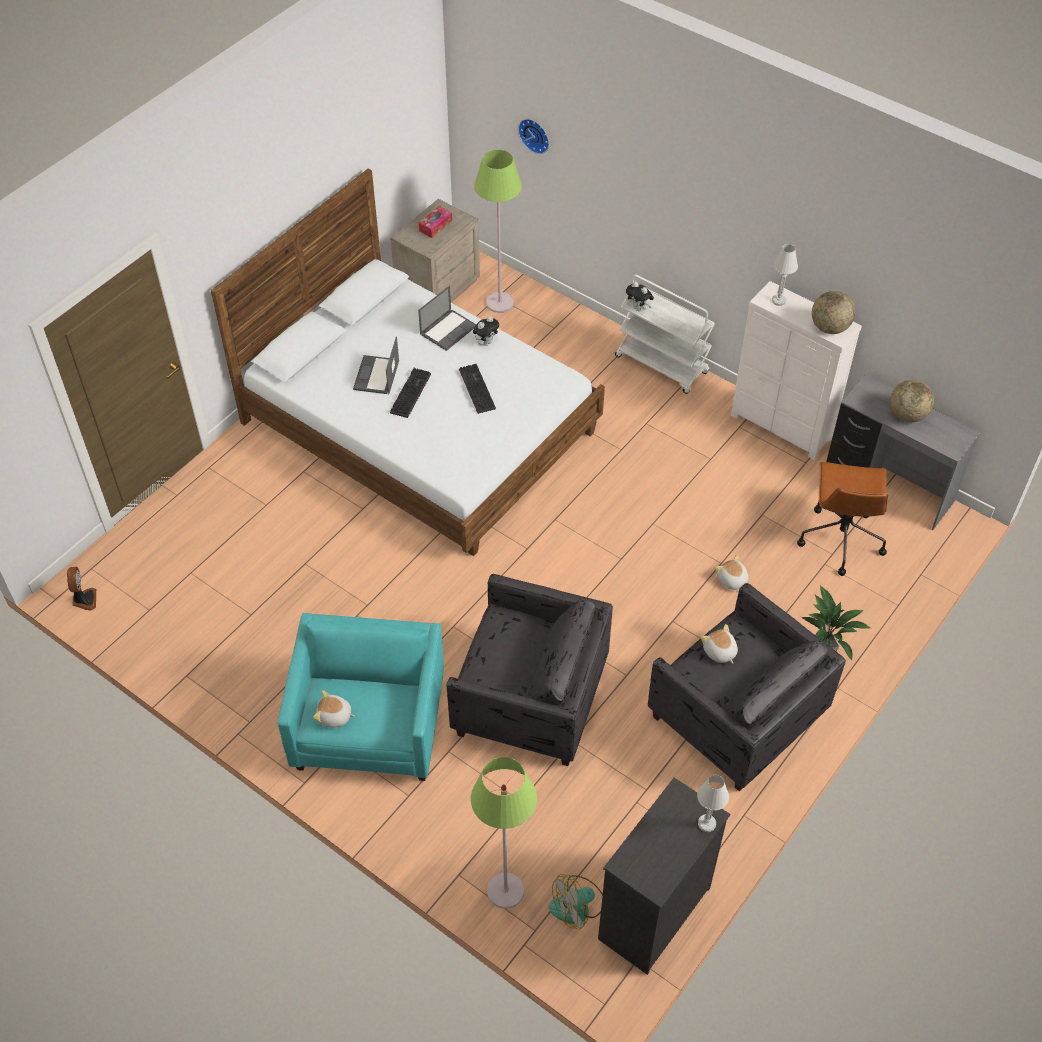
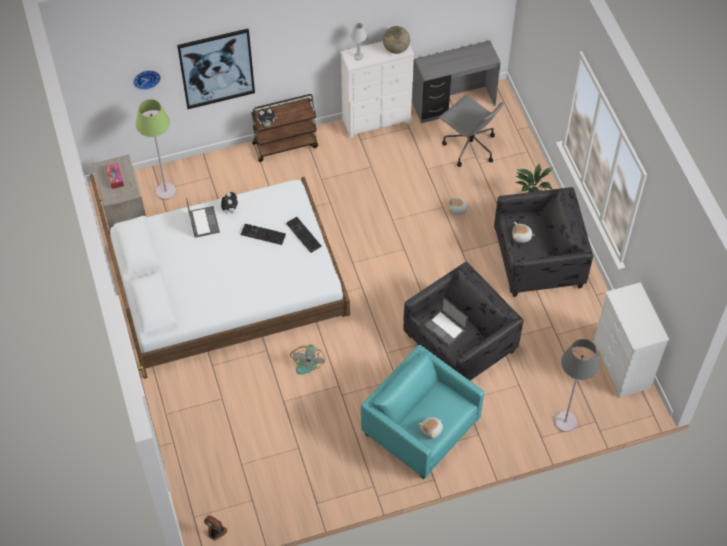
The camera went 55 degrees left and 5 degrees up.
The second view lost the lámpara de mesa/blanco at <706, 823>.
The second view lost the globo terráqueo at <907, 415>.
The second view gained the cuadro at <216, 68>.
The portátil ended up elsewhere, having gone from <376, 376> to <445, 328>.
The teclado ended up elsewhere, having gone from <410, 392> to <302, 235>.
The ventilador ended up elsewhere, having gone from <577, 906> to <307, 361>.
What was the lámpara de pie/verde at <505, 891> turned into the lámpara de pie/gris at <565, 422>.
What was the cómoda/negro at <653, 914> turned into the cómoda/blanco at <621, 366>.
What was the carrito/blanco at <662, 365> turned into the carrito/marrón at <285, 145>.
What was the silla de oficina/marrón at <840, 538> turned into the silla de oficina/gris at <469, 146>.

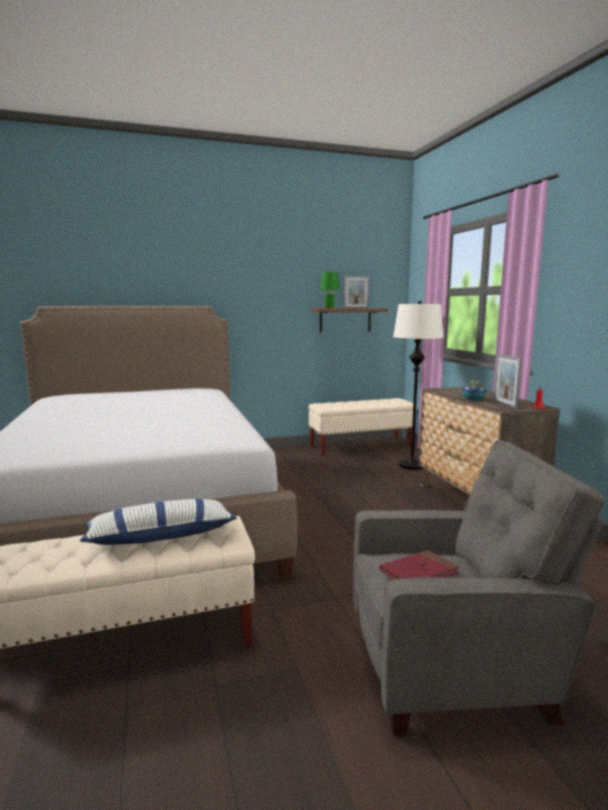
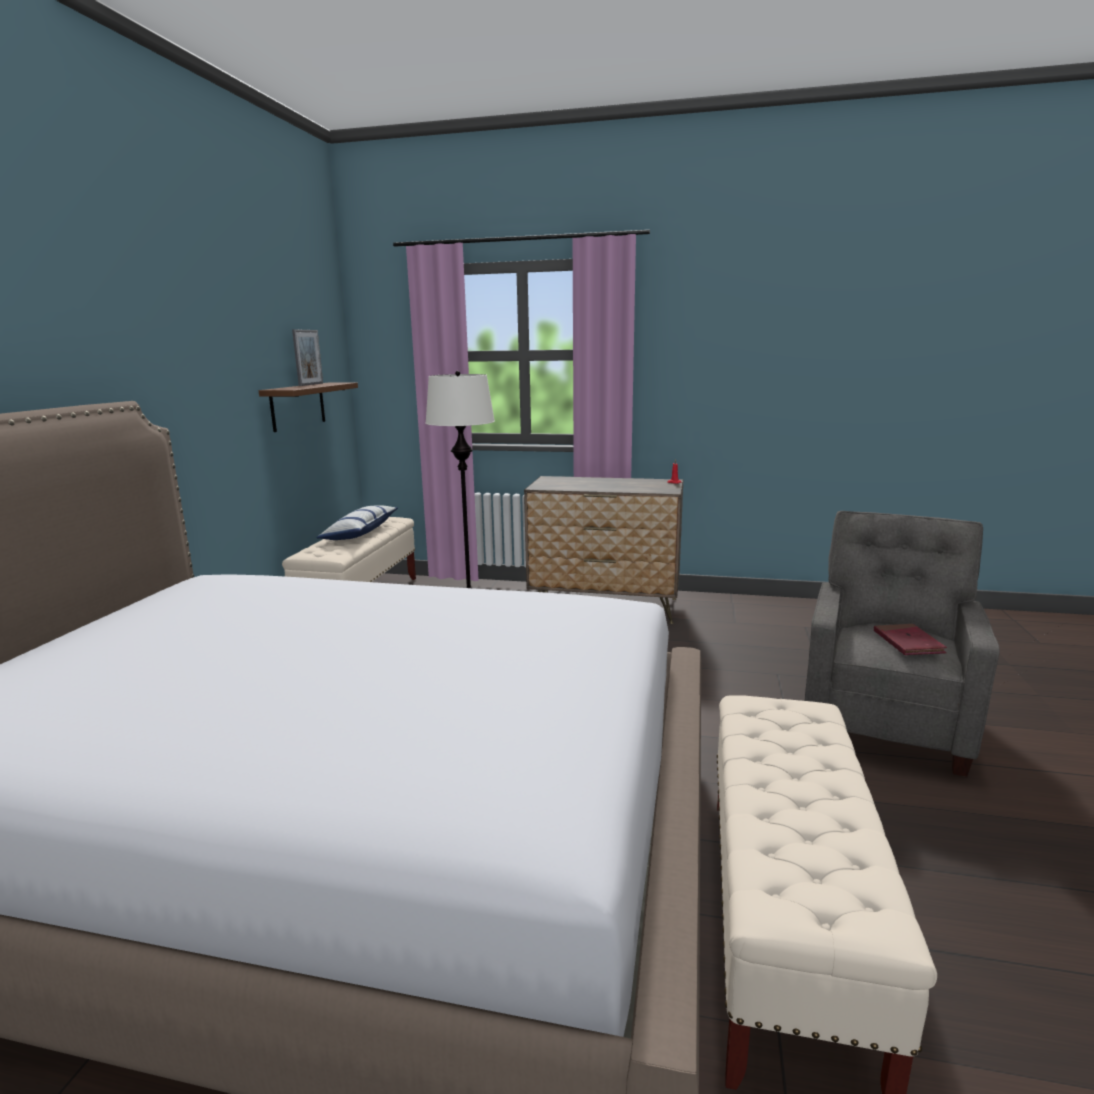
The camera went 60 degrees left and 5 degrees up.
The second view lost the lámpara de mesa/verde at <329, 308>.
The second view lost the florero at <473, 399>.
The second view lost the portarretratos at <505, 404>.
The cojín ended up elsewhere, having gone from <161, 536> to <360, 533>.

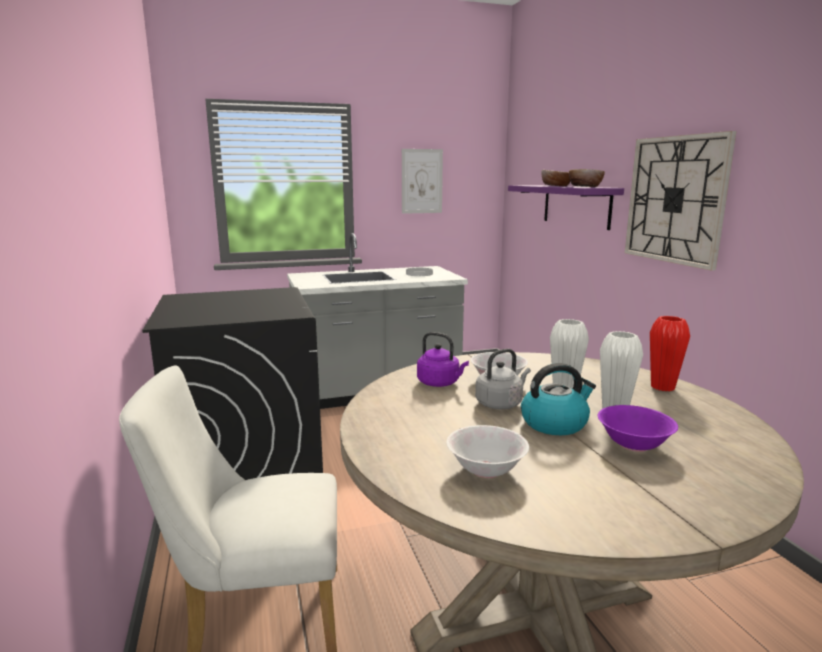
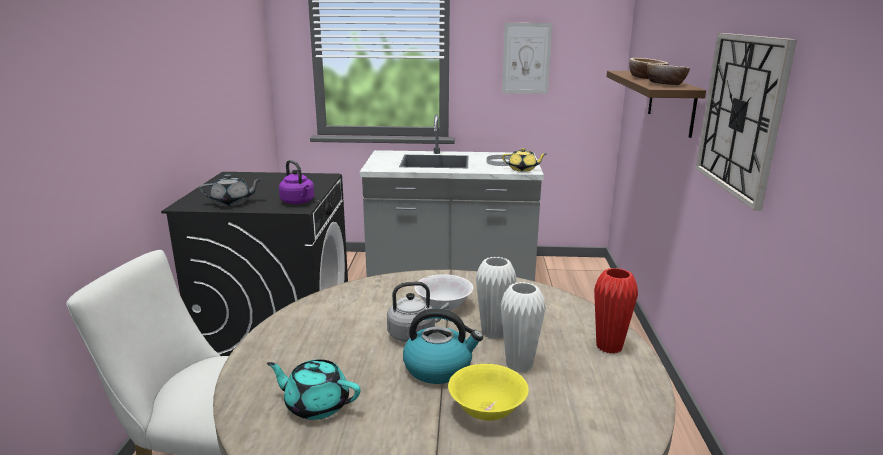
The camera went 20 degrees right and 5 degrees up.
The second view gained the tetera/gris at <232, 202>.
The second view gained the tetera/amarillo at <523, 169>.
The hervidor/morado ended up elsewhere, having gone from <440, 383> to <298, 202>.
Where the cuenco/blanco stood at <486, 470>, the tetera/turquesa came to stand at <316, 405>.
What was the estante/morado at <576, 205> turned into the estante/marrón at <671, 102>.
What was the cuenco/morado at <633, 445> turned into the cuenco/amarillo at <486, 410>.

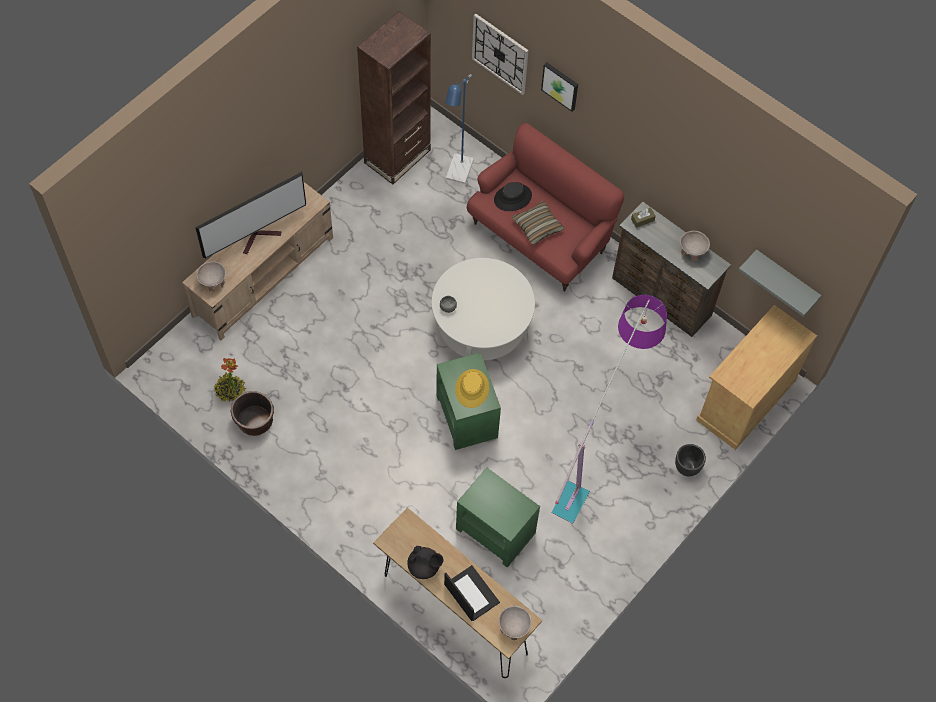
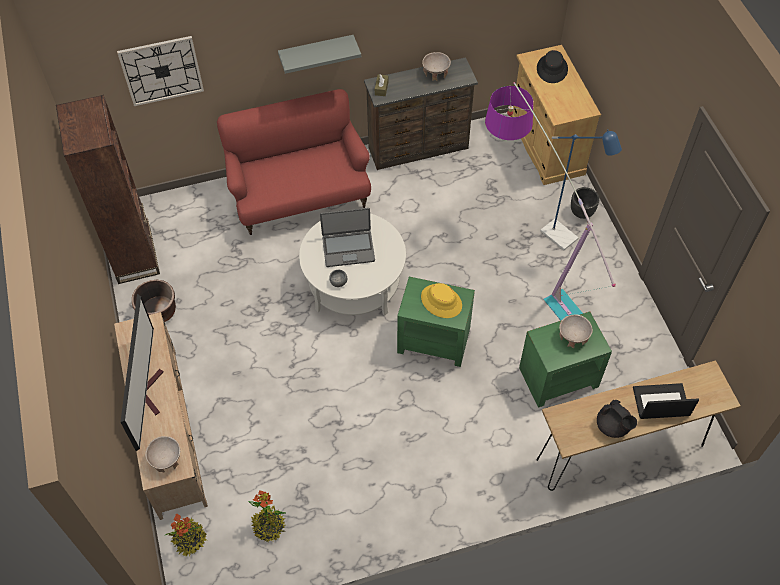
The camera went 55 degrees left and 5 degrees down.
The second view lost the cojín at <537, 226>.
The second view lost the cuadro at <560, 85>.
The second view gained the planta en maceta at <190, 539>.
The second view gained the portátil at <348, 248>.
The maceta/marrón ended up elsewhere, having gone from <255, 421> to <158, 311>.
The lámpara de pie/azul ended up elsewhere, having gone from <458, 174> to <564, 239>.
The sombrero/negro ended up elsewhere, having gone from <513, 198> to <552, 69>.
The cuenco/beis ended up elsewhere, having gone from <514, 627> to <573, 337>.
The estante/gris ended up elsewhere, having gone from <785, 279> to <316, 52>.
The tetera/negro at <424, 567> ended up facing another way, 90 degrees clockwise from before.

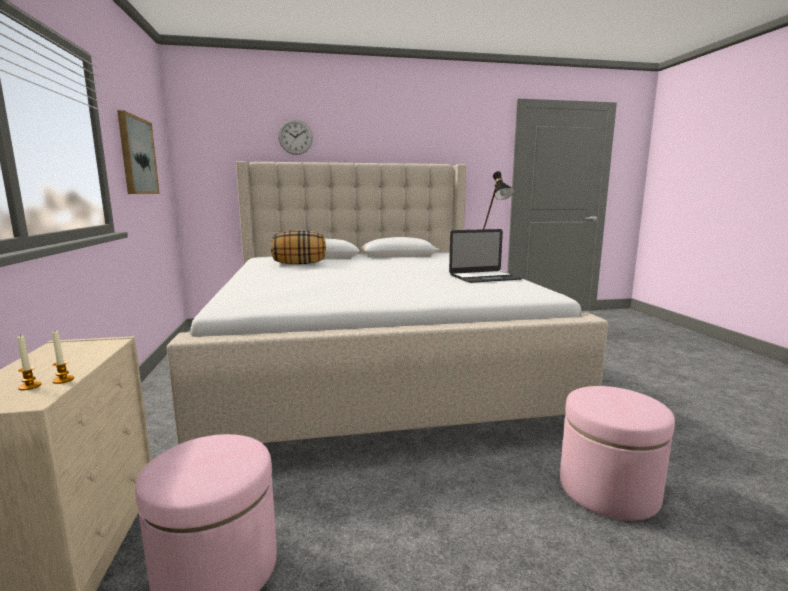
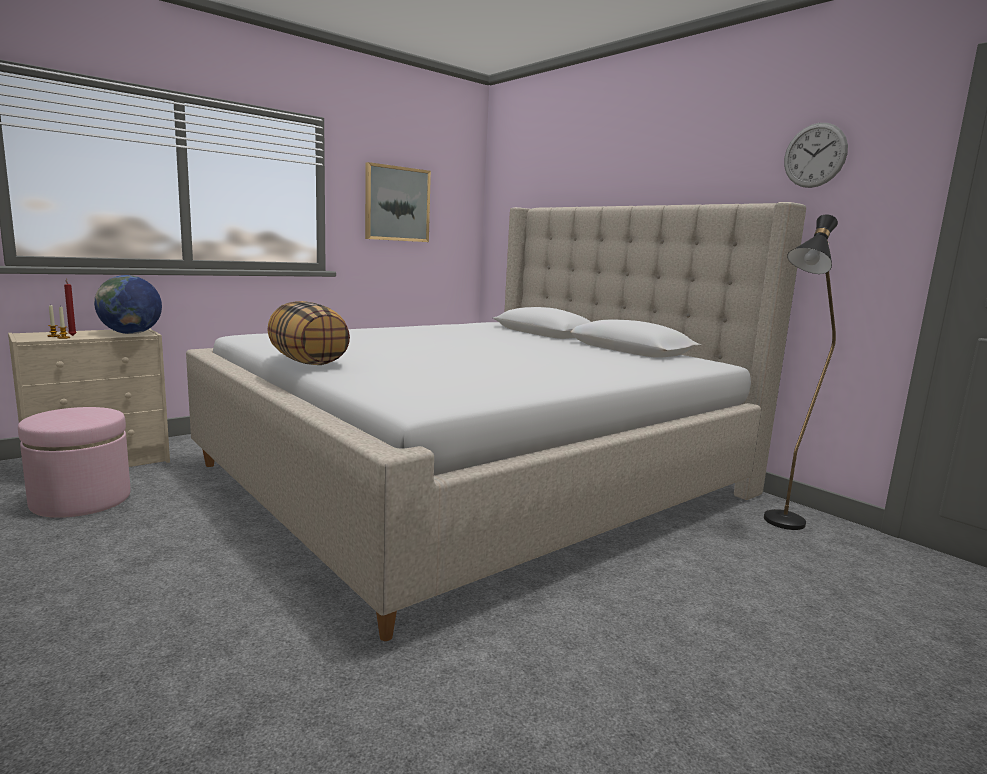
The camera went 60 degrees right and 0 degrees up.
The second view lost the portátil at <485, 277>.
The second view lost the puf/rosa at <608, 489>.
The second view gained the vela/rojo at <72, 335>.
The second view gained the globo terráqueo at <131, 333>.
The cojín ended up elsewhere, having gone from <299, 264> to <309, 362>.
The reloj de pared ended up elsewhere, having gone from <295, 137> to <815, 155>.

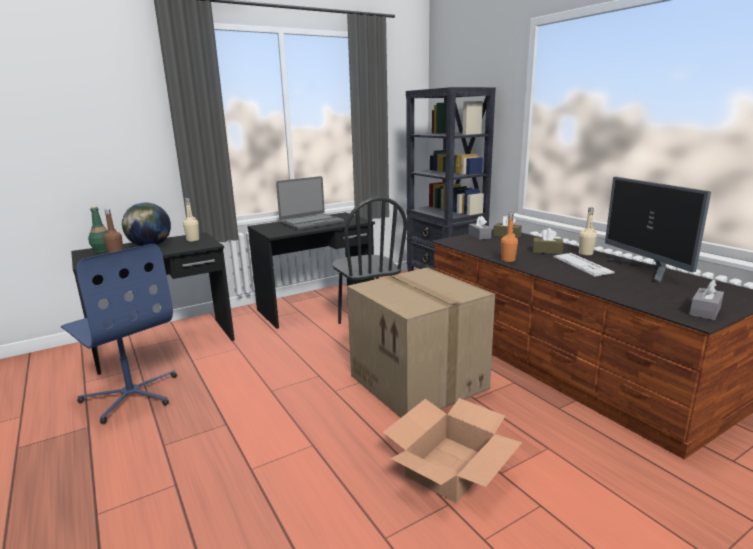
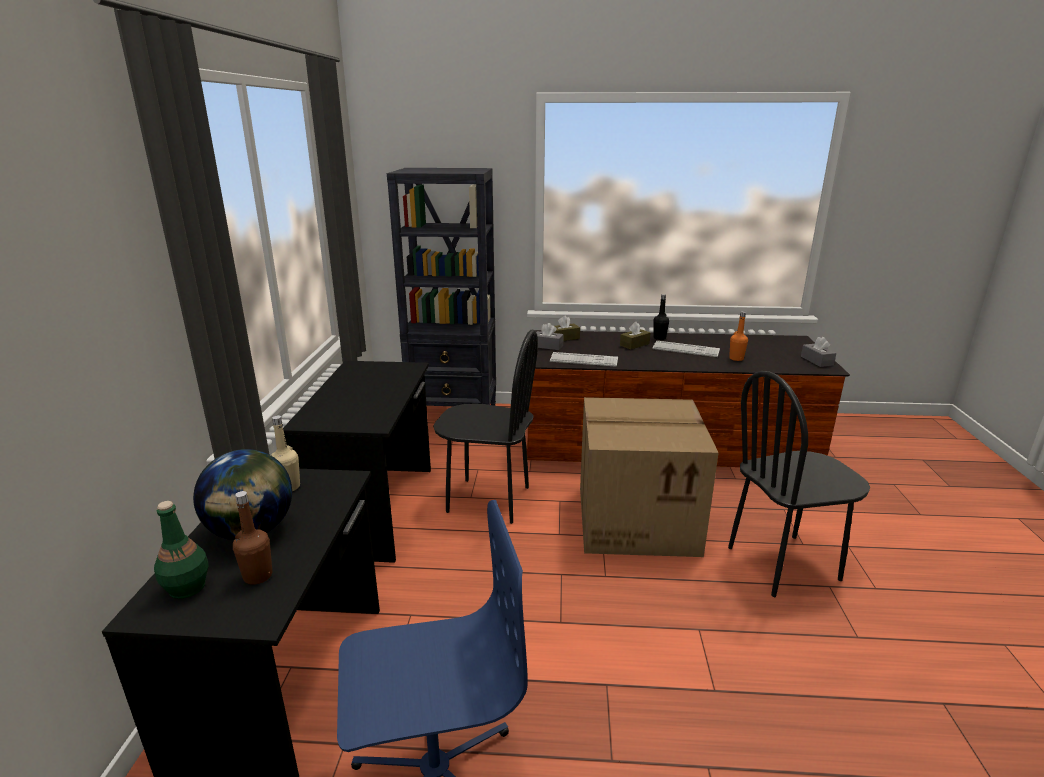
The camera went 55 degrees left and 5 degrees up.
The second view lost the portátil at <311, 223>.
The second view lost the monitor at <646, 270>.
The second view gained the teclado at <584, 360>.
The botella/naranja ended up elsewhere, having gone from <508, 260> to <736, 358>.
Where the caja de cartón stood at <450, 467>, the silla/negro came to stand at <783, 564>.
What was the botella/beis at <585, 254> turned into the botella/negro at <659, 338>.

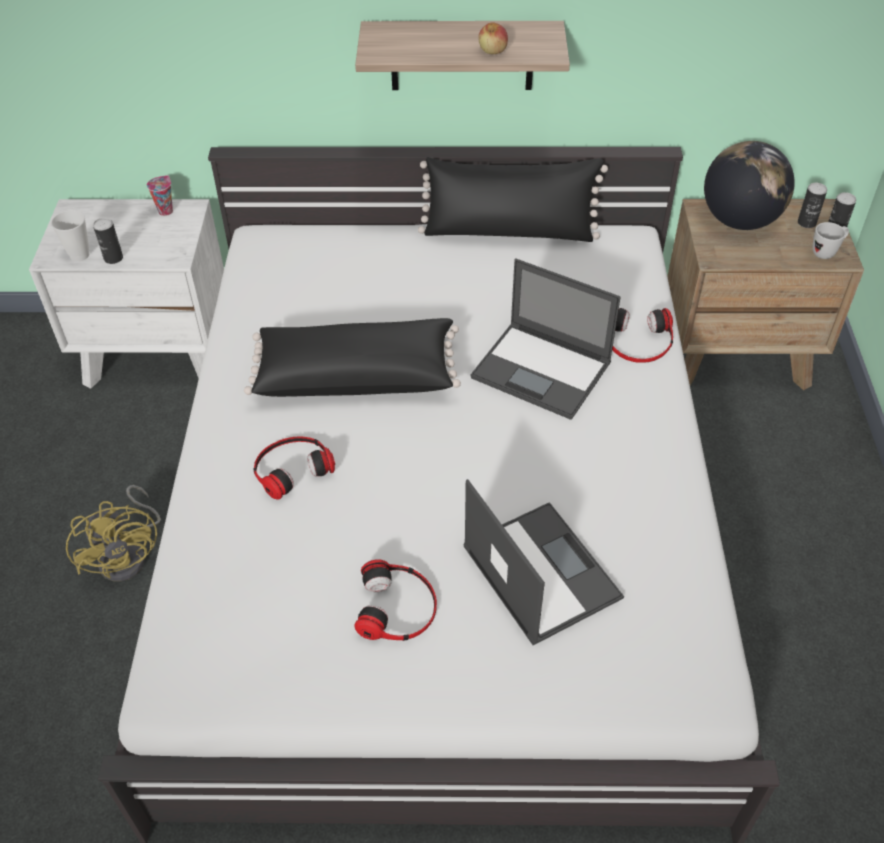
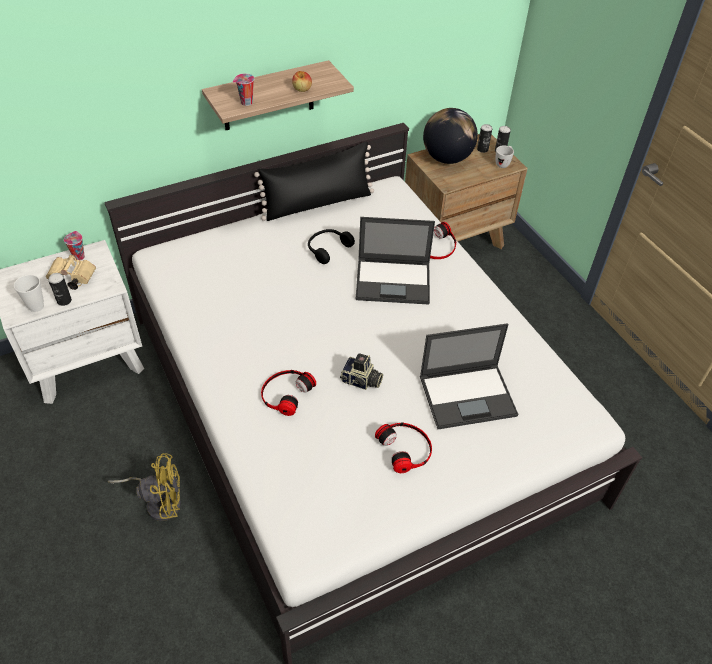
The camera went 30 degrees left and 0 degrees up.
The second view lost the cojín/negro at <356, 375>.
The second view gained the prismáticos/beis at <70, 279>.
The second view gained the taza at <246, 103>.
The second view gained the auriculares/negro at <327, 249>.
The second view gained the cámara at <361, 381>.
The ventilador/amarillo at <129, 555> ended up facing another way, 45 degrees counterclockwise from before.
The portátil at <539, 571> ended up facing another way, 135 degrees clockwise from before.

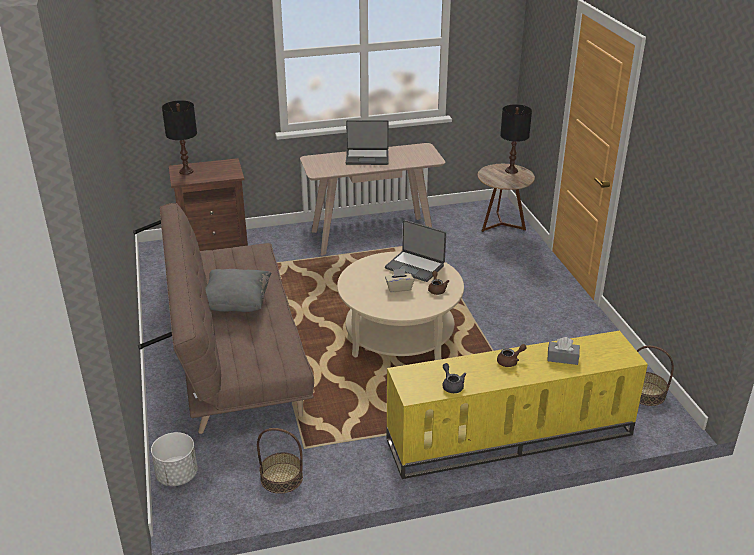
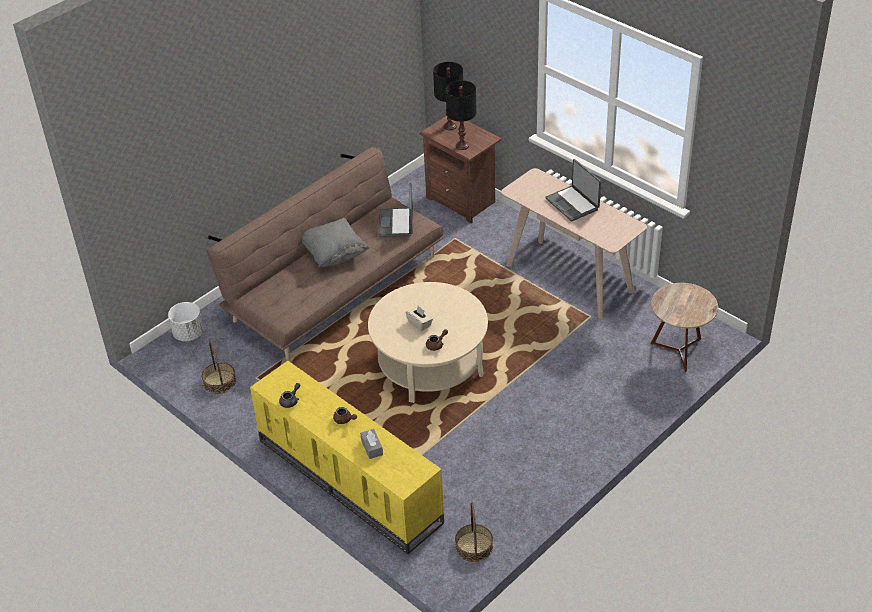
The camera went 60 degrees right and 10 degrees up.
The portátil ended up elsewhere, having gone from <415, 266> to <397, 223>.
The lámpara de mesa/negro ended up elsewhere, having gone from <511, 170> to <462, 145>.

